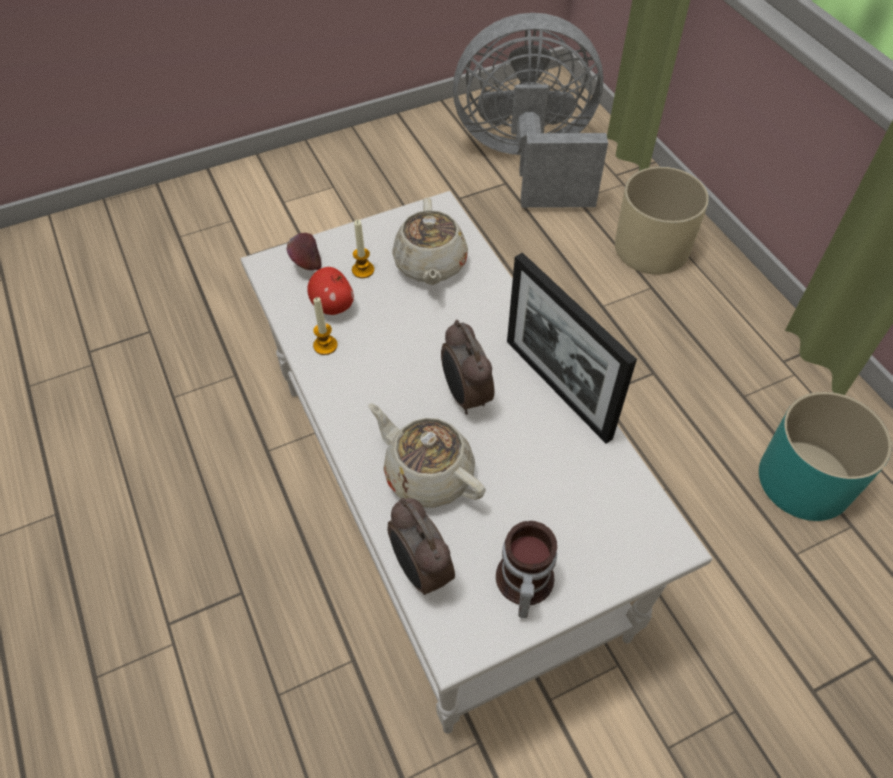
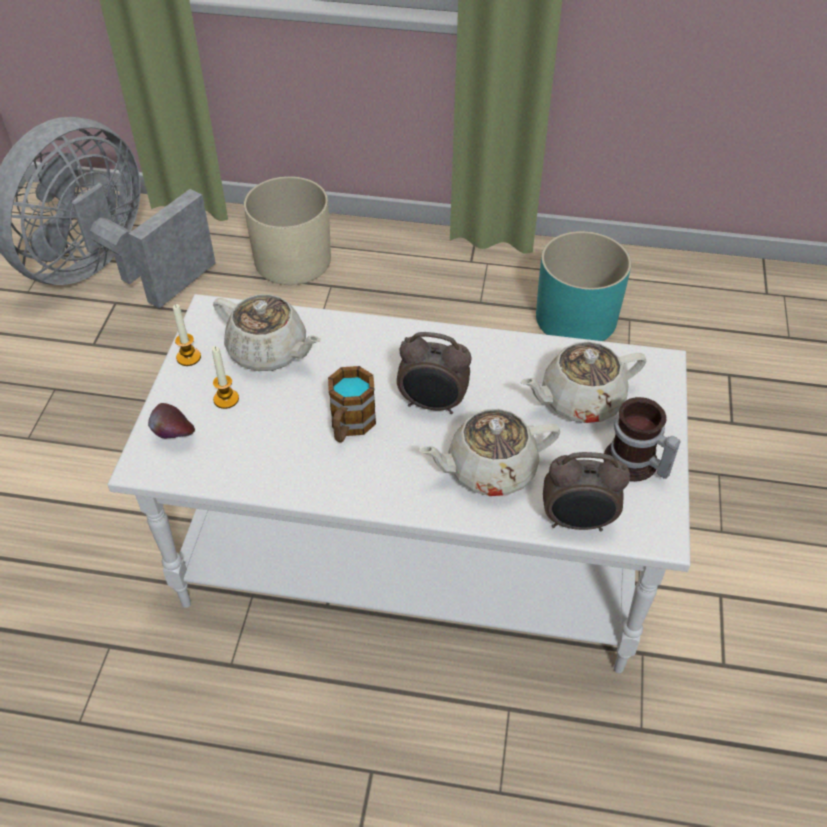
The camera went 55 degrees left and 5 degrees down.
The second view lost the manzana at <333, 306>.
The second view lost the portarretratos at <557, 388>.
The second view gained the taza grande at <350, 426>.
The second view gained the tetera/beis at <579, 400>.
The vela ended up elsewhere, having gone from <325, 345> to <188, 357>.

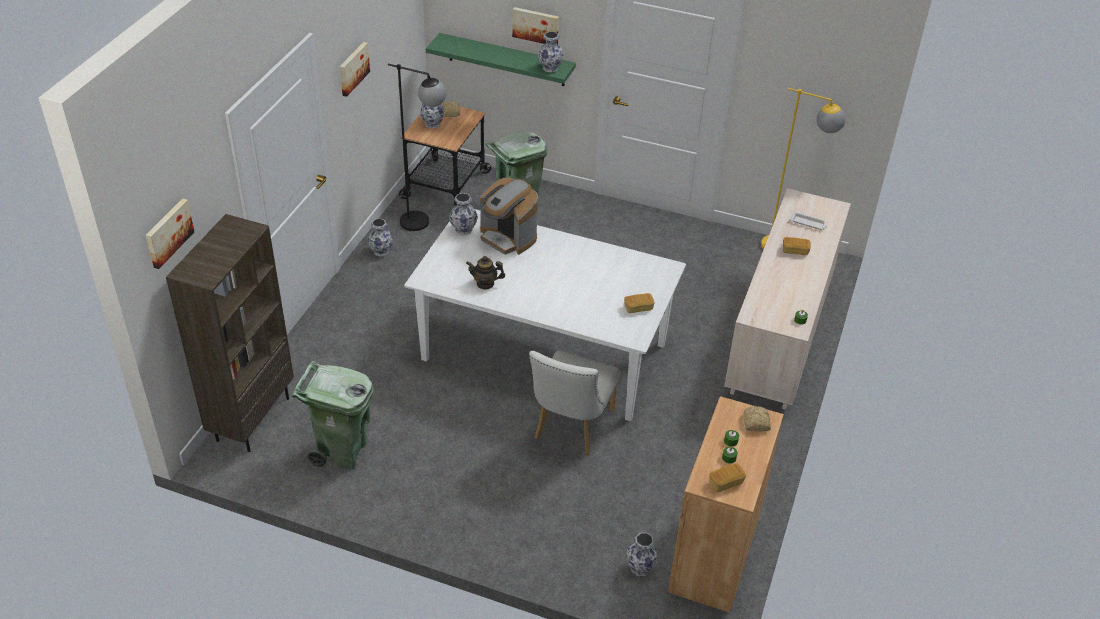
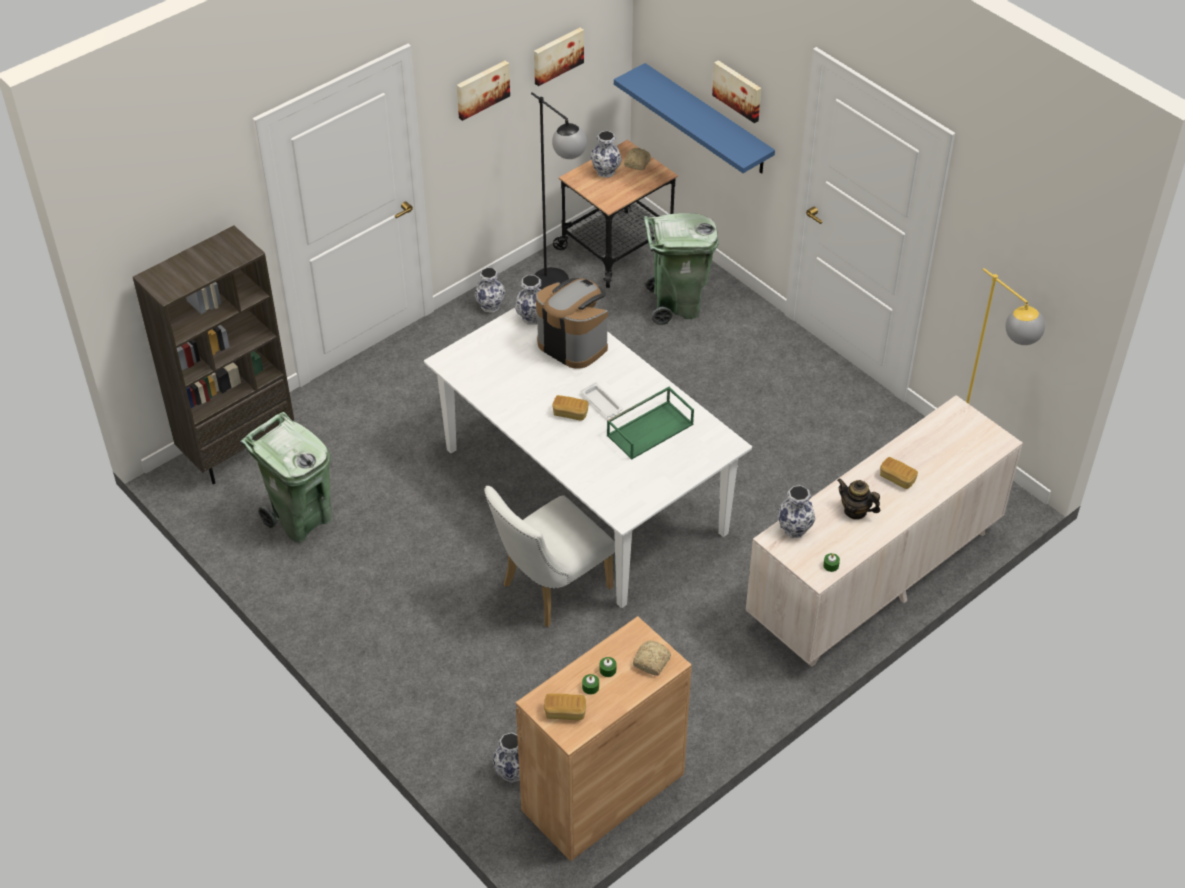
The camera went 30 degrees right and 5 degrees up.
The second view gained the bandeja/verde at <650, 429>.
The cuadro ended up elsewhere, having gone from <168, 232> to <557, 55>.
The tetera ended up elsewhere, having gone from <485, 283> to <855, 511>.
The florero ended up elsewhere, having gone from <550, 68> to <795, 529>.
The pan ended up elsewhere, having gone from <638, 308> to <570, 413>.
The bandeja/blanco ended up elsewhere, having gone from <808, 223> to <602, 403>.
What was the estante/verde at <506, 60> turned into the estante/azul at <707, 120>.
The cafetera at <508, 238> ended up facing another way, 150 degrees clockwise from before.

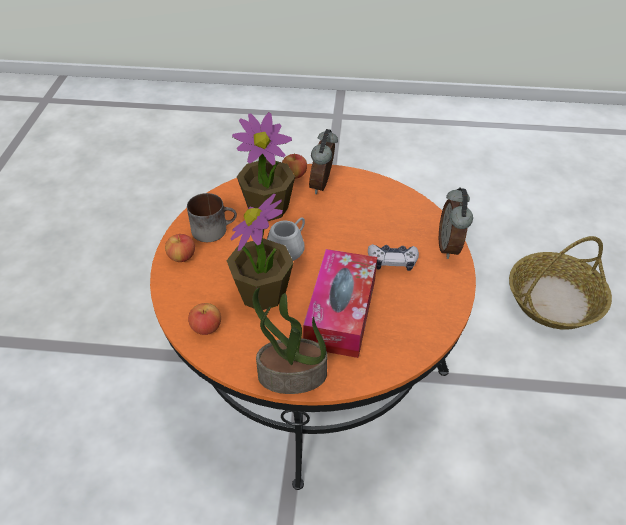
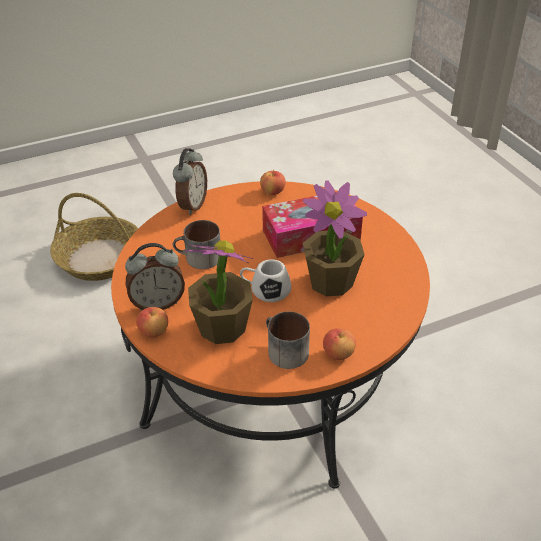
The camera went 120 degrees left and 5 degrees down.
The second view lost the planta en maceta at <291, 377>.
The second view lost the mando de consola at <392, 261>.
The second view gained the taza grande at <198, 259>.
The manzana ended up elsewhere, having gone from <206, 327> to <272, 191>.
The despertador at <450, 247> ended up facing another way, 45 degrees counterclockwise from before.

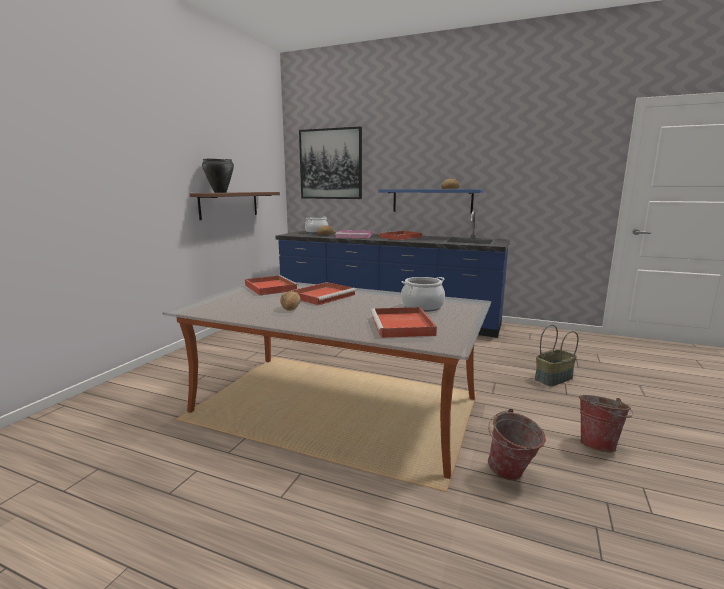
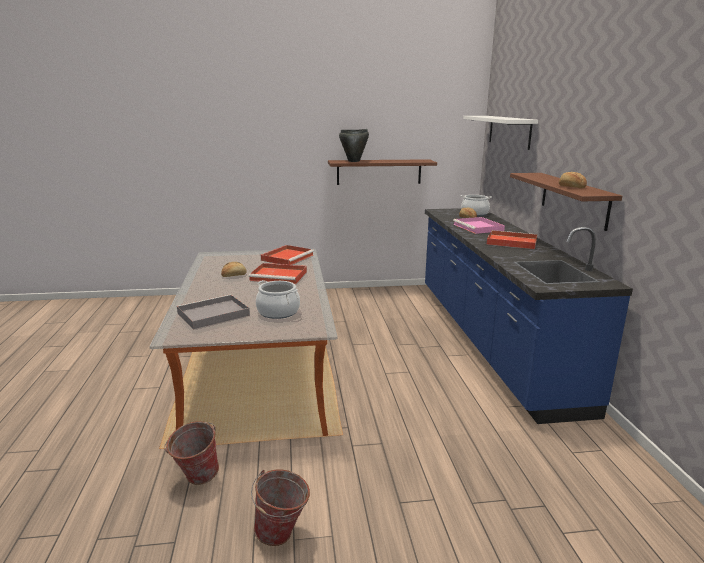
The camera went 60 degrees right and 5 degrees up.
The second view lost the cesta at <554, 379>.
Where the cuadro hung at <331, 164>, the estante/blanco came to hang at <509, 131>.
What was the bandeja/rojo at <402, 326> turned into the bandeja/gris at <212, 315>.
What was the estante/azul at <432, 200> turned into the estante/marrón at <573, 199>.

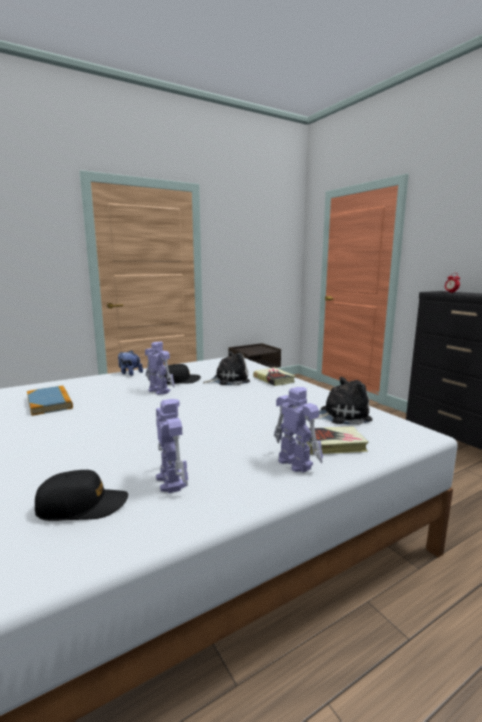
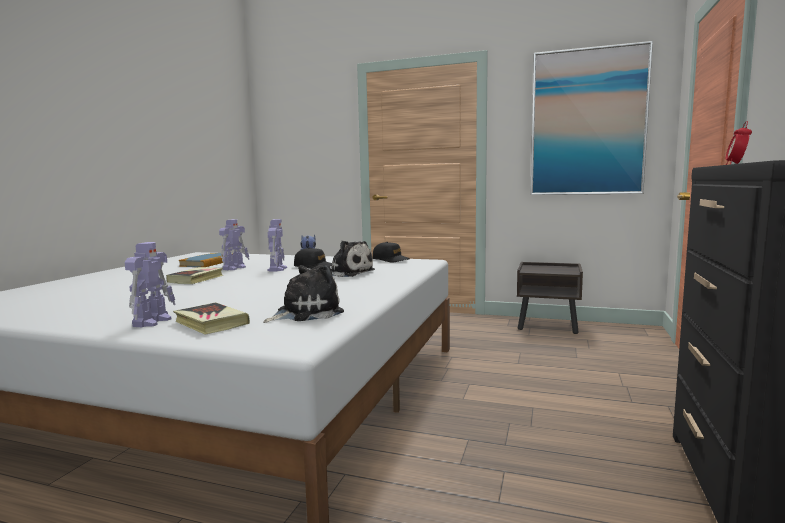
The camera went 50 degrees right and 5 degrees down.
The second view gained the cuadro at <587, 122>.
The gorra/negro ended up elsewhere, having gone from <82, 506> to <390, 260>.
The robot de juguete ended up elsewhere, having gone from <171, 480> to <235, 268>.
The libro ended up elsewhere, having gone from <274, 379> to <196, 279>.
The peluche at <341, 415> ended up facing another way, 75 degrees counterclockwise from before.

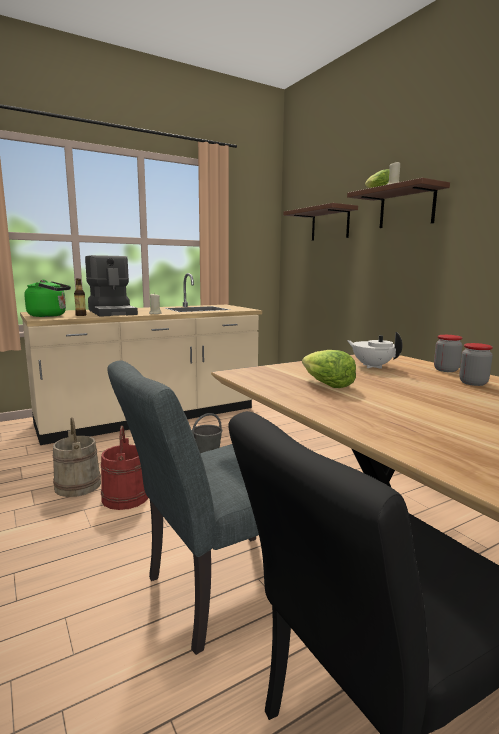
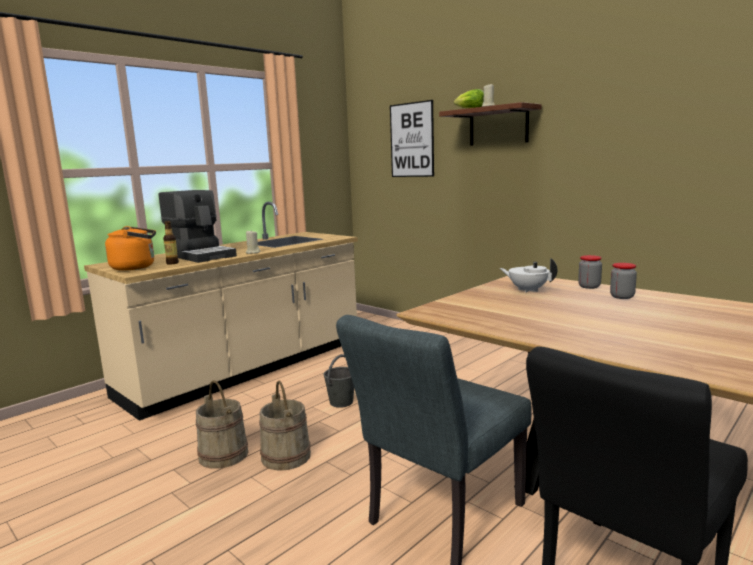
The camera went 15 degrees left and 0 degrees up.
The second view lost the lechuga at <326, 384>.
Where the estante/marrón hung at <330, 224>, the cuadro came to hang at <412, 140>.
What was the hervidor/verde at <50, 315> turned into the hervidor/naranja at <136, 267>.
What was the cubo/rojo at <125, 497> turned into the cubo/beis at <285, 456>.

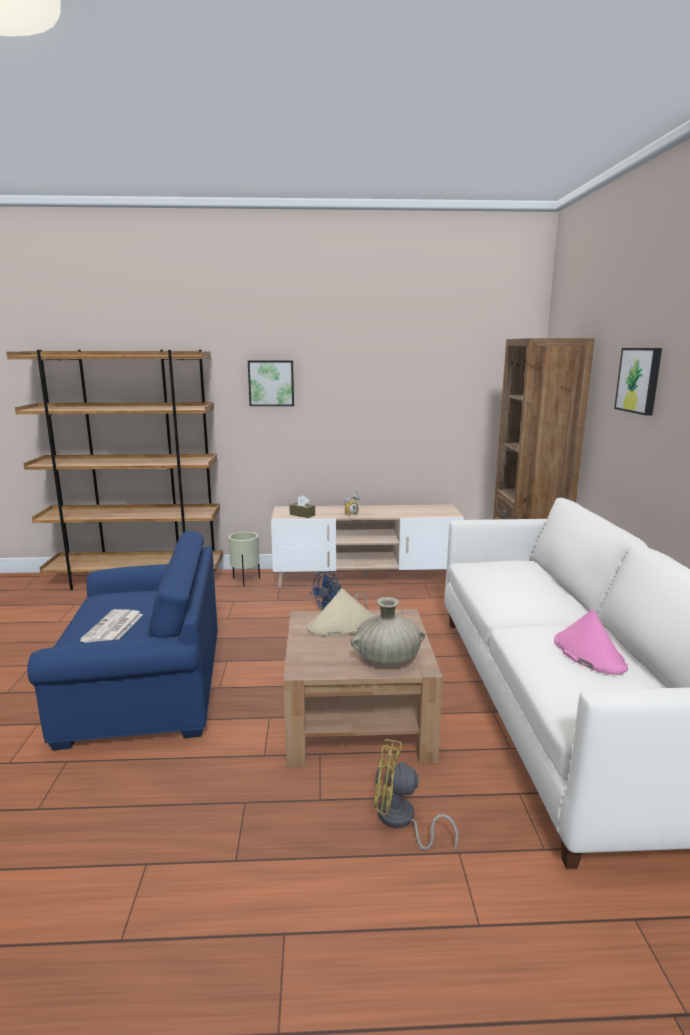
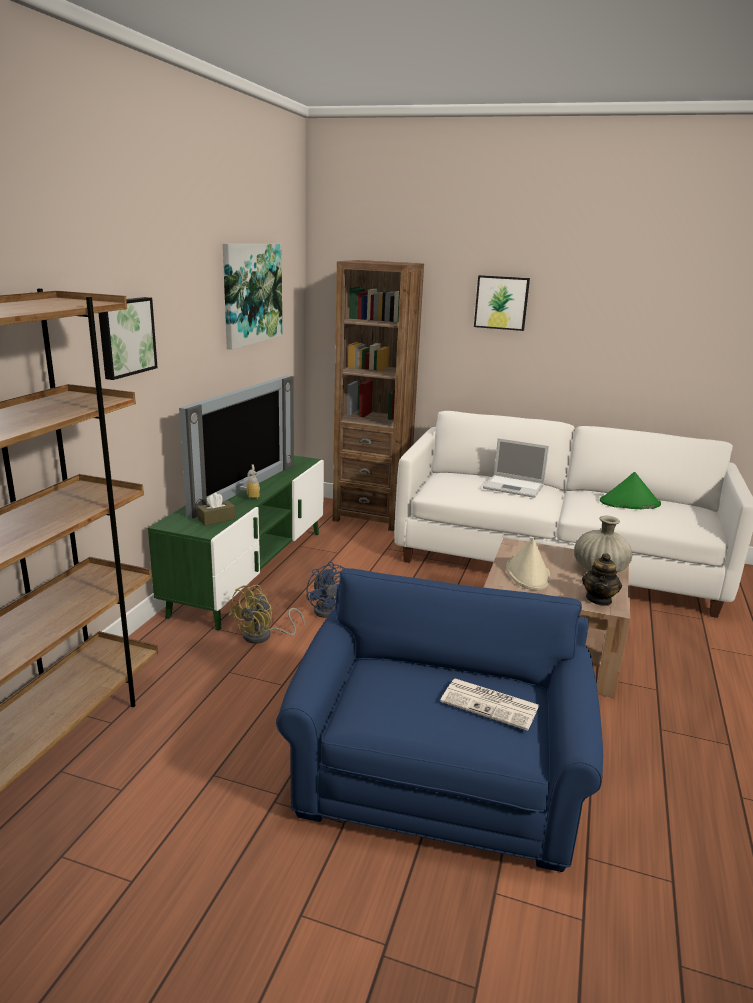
The camera went 70 degrees left and 5 degrees up.
The second view lost the maceta/beis at <246, 581>.
The second view gained the televisor at <239, 487>.
The second view gained the cuadro at <252, 293>.
The second view gained the portátil at <515, 487>.
The second view gained the tetera at <599, 599>.
The ventilador/amarillo ended up elsewhere, having gone from <401, 821> to <263, 636>.
What was the mueble de televisión/beis at <365, 577> turned into the mueble de televisión/verde at <251, 570>.
What was the sombrero/rosa at <588, 653> turned into the sombrero/verde at <629, 503>.

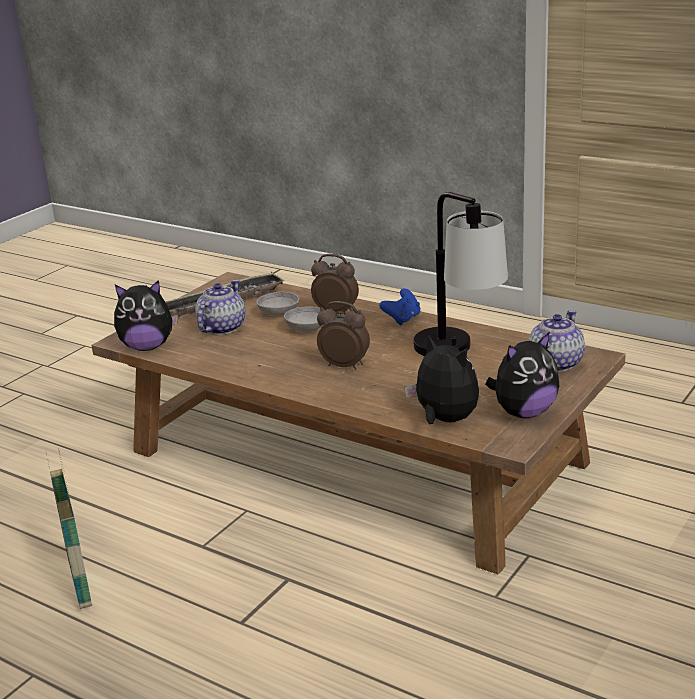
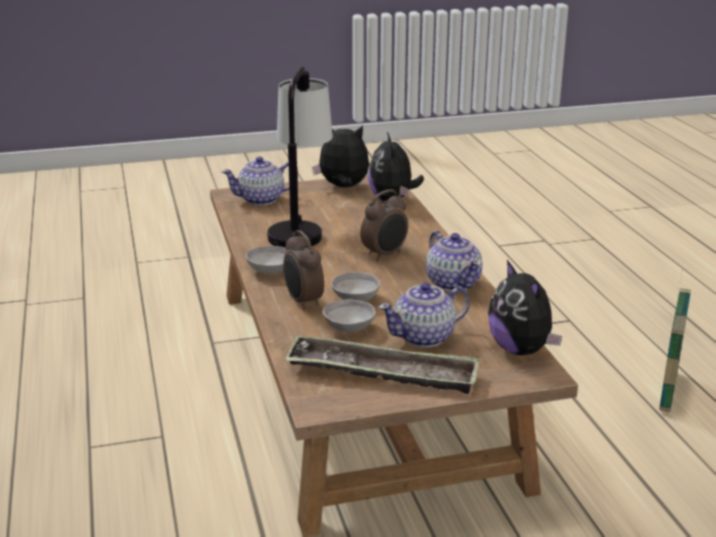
The camera went 140 degrees left and 0 degrees up.
The second view gained the tetera at <453, 283>.
Where the mando de consola/azul stood at <402, 319>, the cuenco/gris came to stand at <270, 270>.
The peluche at <147, 347> ended up facing another way, 150 degrees counterclockwise from before.
The despertador at <345, 365> ended up facing another way, 105 degrees counterclockwise from before.

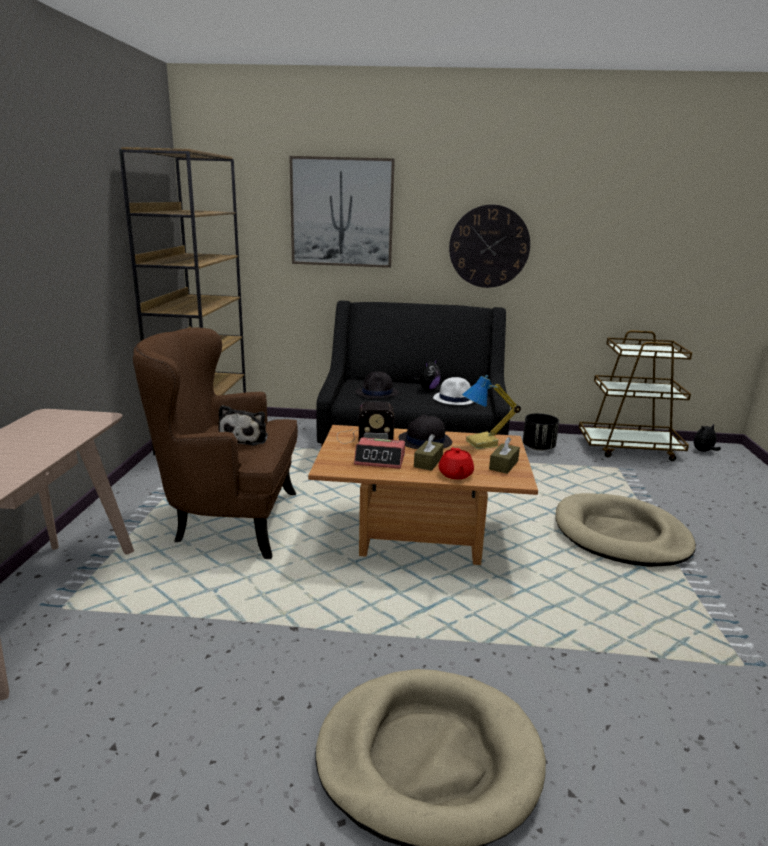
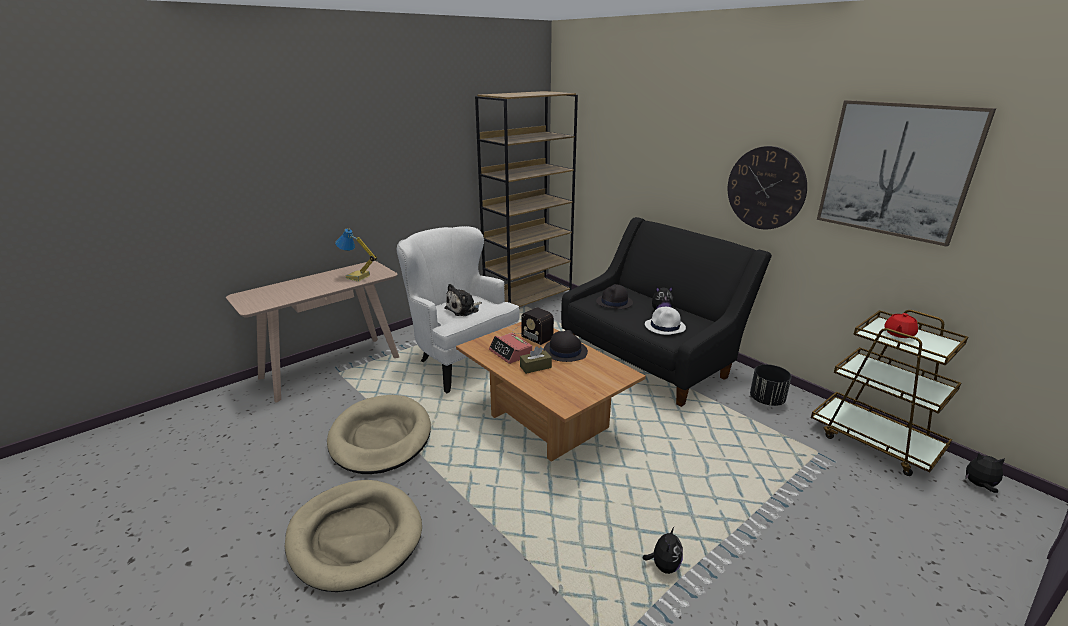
The camera went 45 degrees right and 5 degrees up.
The second view lost the caja de pañuelos/marrón at <503, 465>.
The second view gained the peluche at <664, 566>.
The cuadro ended up elsewhere, having gone from <342, 212> to <896, 170>.
The tetera/rojo ended up elsewhere, having gone from <455, 474> to <898, 334>.
The lámpara de mesa ended up elsewhere, having gone from <482, 444> to <357, 277>.
The cama para perro/beis ended up elsewhere, having gone from <620, 535> to <380, 438>.
What was the sillón/marrón at <228, 521> turned into the sillón/blanco at <461, 361>.

